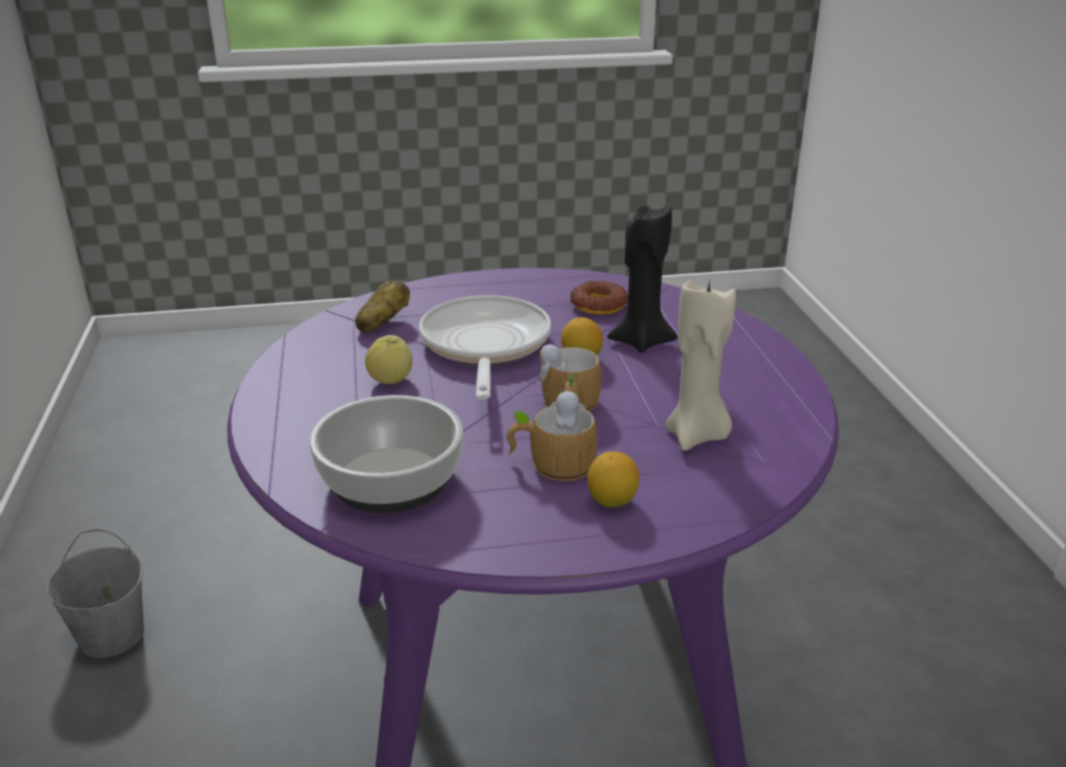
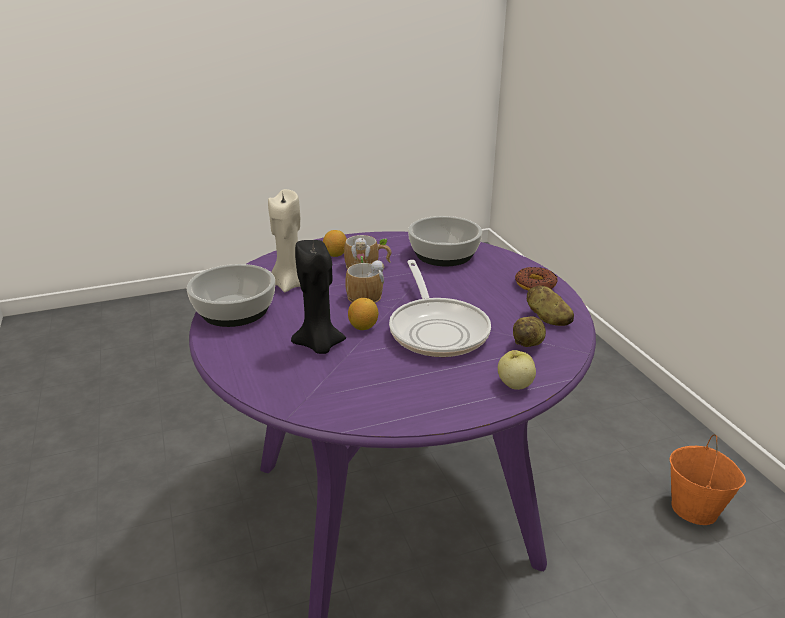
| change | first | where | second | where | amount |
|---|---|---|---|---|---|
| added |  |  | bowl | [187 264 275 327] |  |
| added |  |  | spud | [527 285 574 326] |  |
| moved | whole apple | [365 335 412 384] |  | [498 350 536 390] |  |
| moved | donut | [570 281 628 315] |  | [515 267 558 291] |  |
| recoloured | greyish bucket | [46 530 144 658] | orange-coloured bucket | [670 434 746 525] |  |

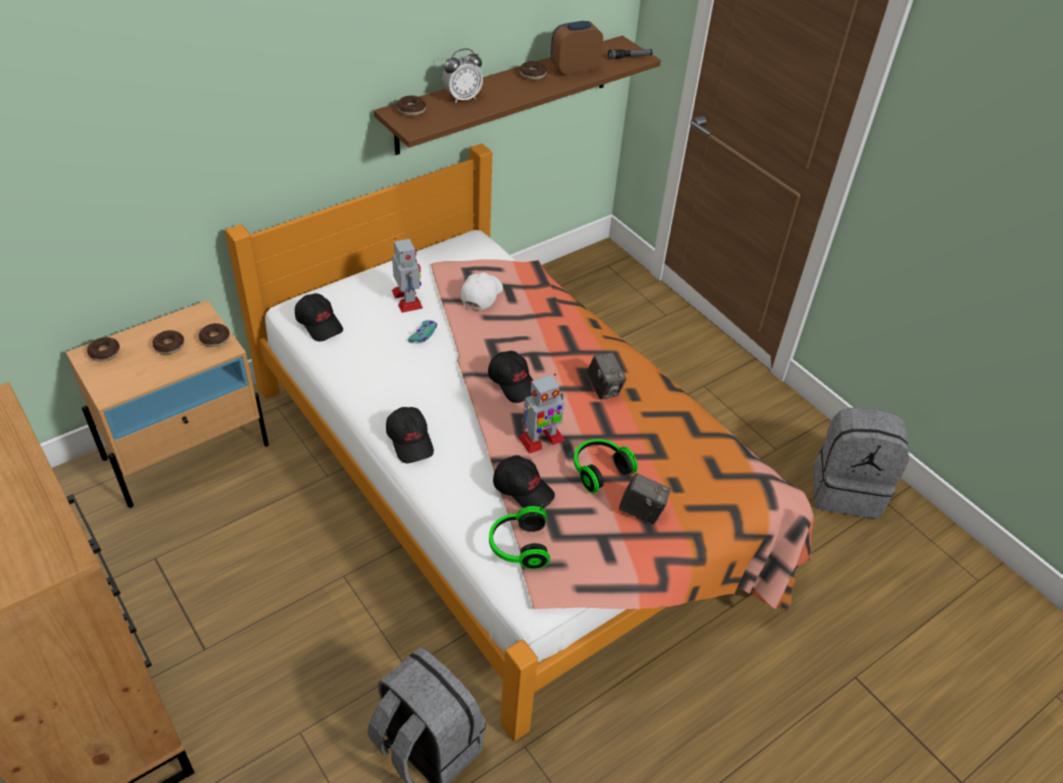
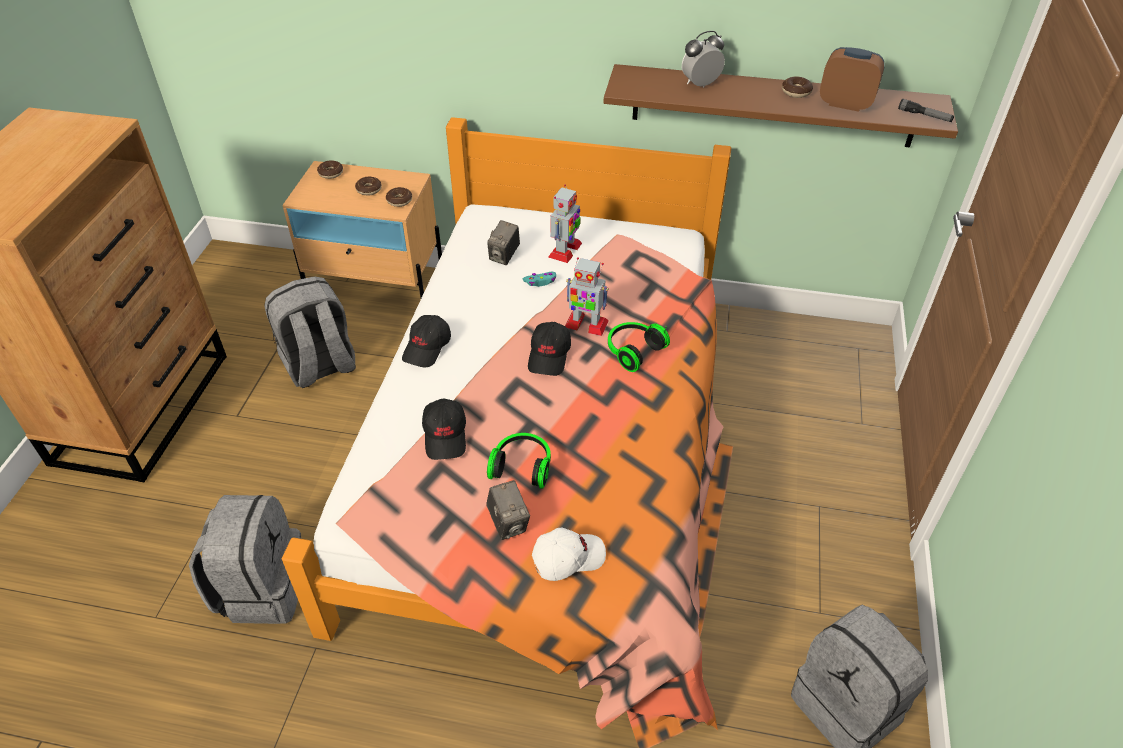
| change | first | where | second | where | amount |
|---|---|---|---|---|---|
| removed | black-coloured peaked cap | [295 293 343 342] |  |  |  |
| removed | donut | [397 96 426 116] |  |  |  |
| added |  |  | greyish backpack | [264 276 356 388] |  |
| moved | white-coloured peaked cap | [461 272 503 310] |  | [532 528 606 581] |  |
| moved | headset | [489 504 550 569] |  | [608 322 670 372] |  |
| moved | toy robot | [518 373 565 454] |  | [565 257 609 336] |  |
| moved | still camera | [586 352 627 400] |  | [487 220 520 265] |  |
| turned | bedside clock | [442 49 483 104] |  | [682 31 725 87] | 135 degrees clockwise |

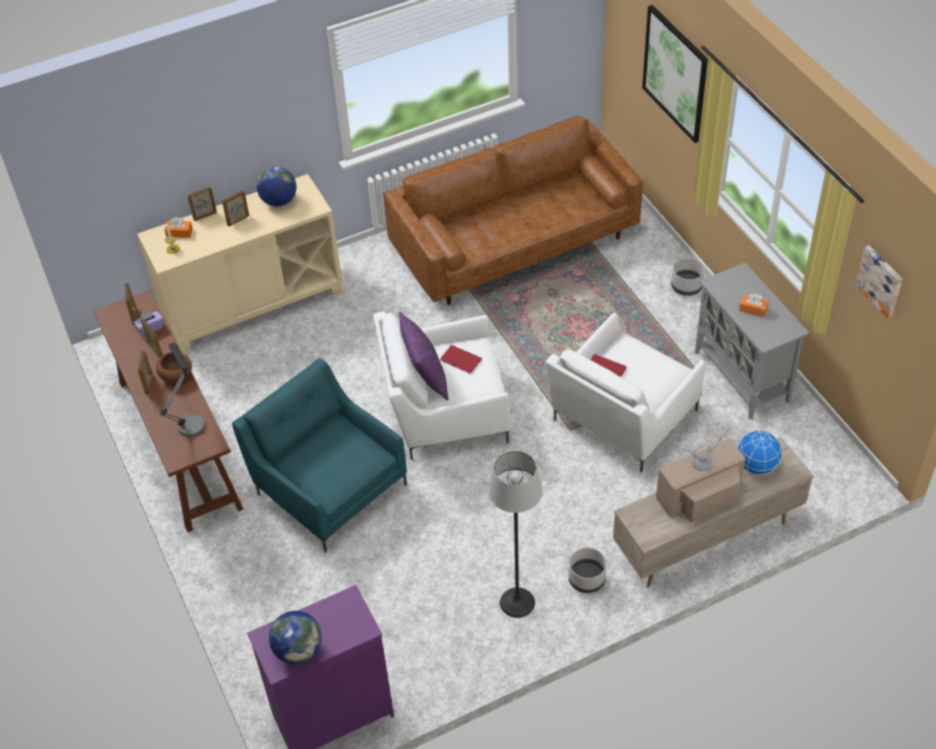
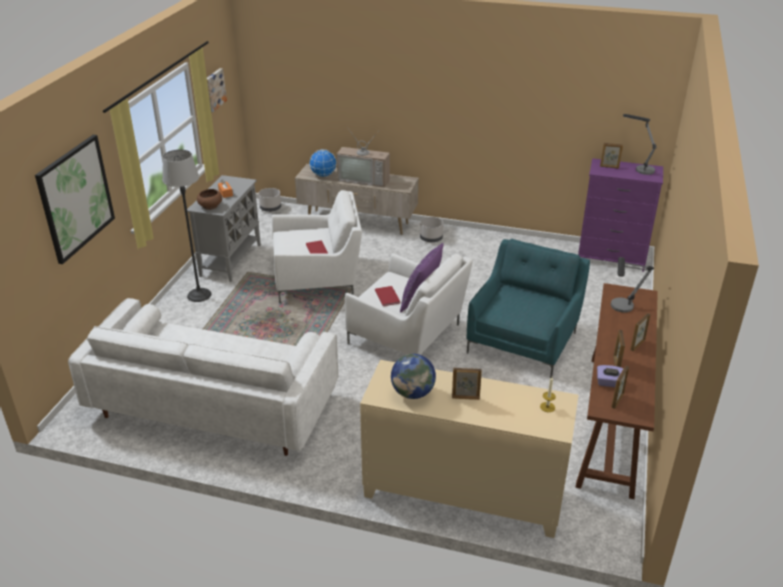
| change | first | where | second | where | amount |
|---|---|---|---|---|---|
| removed | orange-coloured box of tissues | [164 217 193 238] |  |  |  |
| moved | brown-coloured bowl | [156 352 192 382] |  | [197 189 222 210] |  |
| moved | picture frame | [187 187 217 221] |  | [600 143 623 169] |  |
| moved | standing lamp | [488 451 542 618] |  | [162 149 211 302] |  |
| moved | greyish plant pot | [671 258 705 296] |  | [258 188 281 212] |  |
| replaced | world globe | [269 611 322 664] | table lamp | [623 114 657 175] |  |
| recoloured | brown-coloured sofa | [383 116 643 305] | white-coloured sofa | [68 298 338 456] |  |
| turned | blue-green armchair | [232 358 407 553] |  | [467 239 590 378] | 150 degrees counterclockwise |

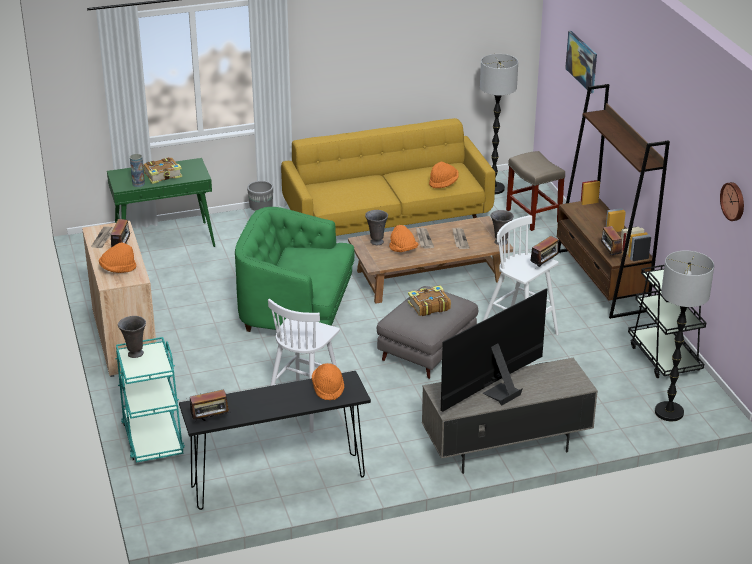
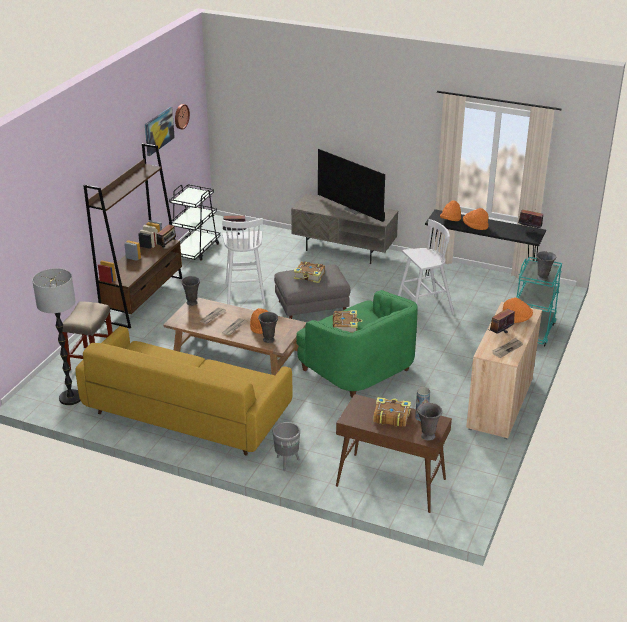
| change | first | where | second | where | amount |
|---|---|---|---|---|---|
| removed | standing lamp | [655 250 714 421] |  |  |  |
| added |  |  | volume | [333 310 363 333] |  |
| added |  |  | greyish vase | [417 403 442 441] |  |
| moved | orange-coloured hat | [429 162 459 188] |  | [463 208 489 230] |  |
| moved | wall picture | [565 31 597 93] |  | [145 107 175 156] |  |
| recoloured | greenish hall table | [107 158 215 247] | brown-coloured hall table | [336 394 452 513] |  |
| turned | TV set | [441 288 547 412] |  | [318 149 385 222] | 45 degrees clockwise |

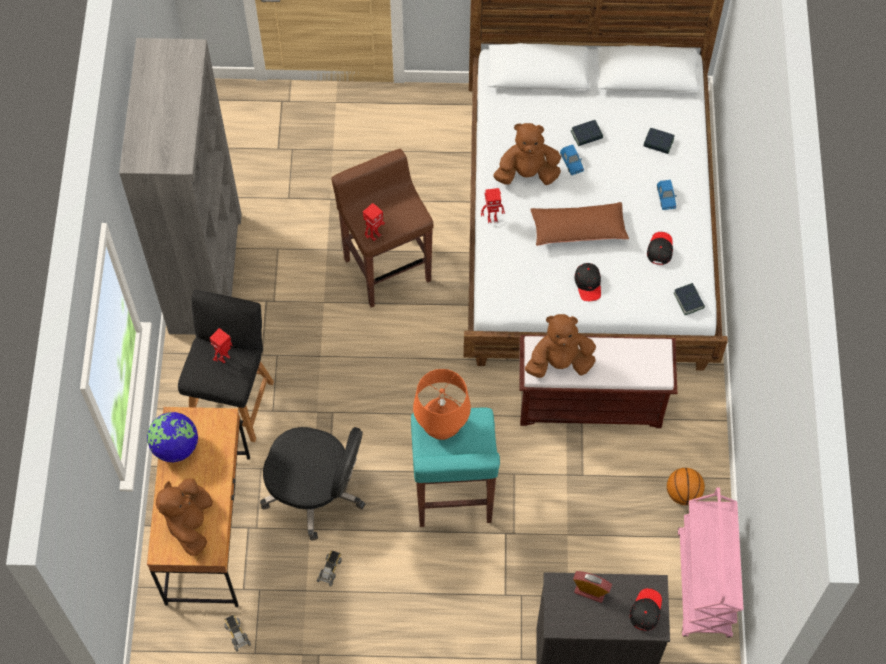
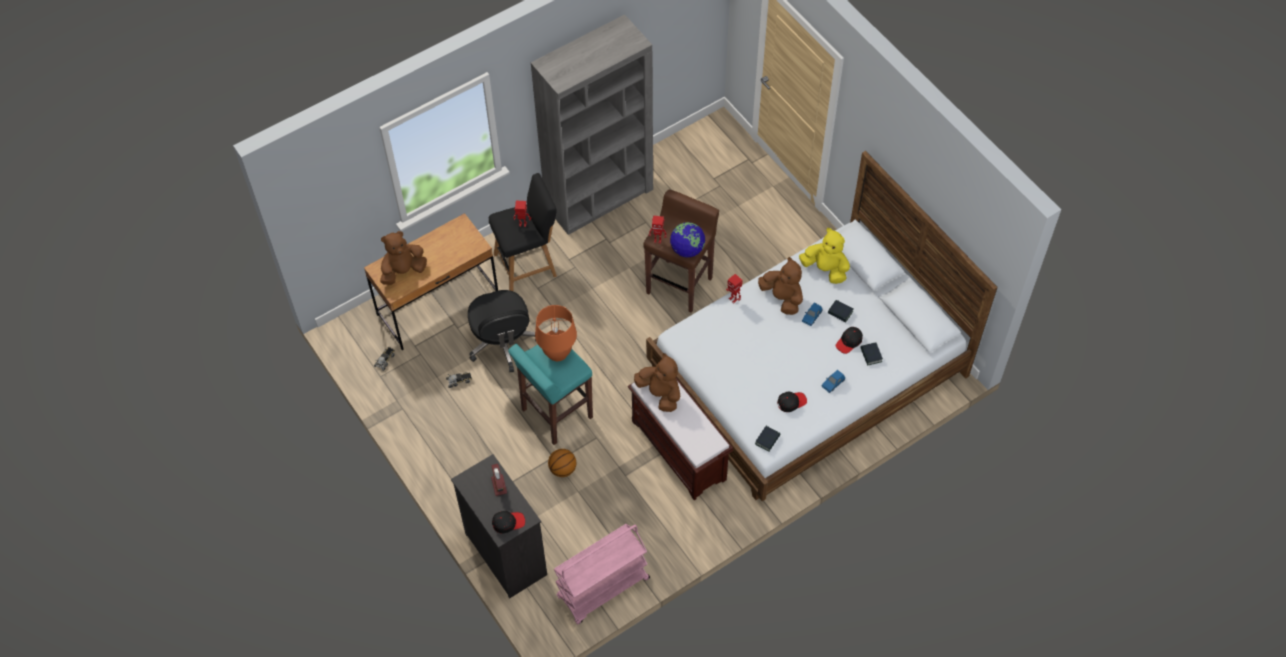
| change | first | where | second | where | amount |
|---|---|---|---|---|---|
| removed | brown-coloured pillow | [530 202 629 246] |  |  |  |
| added |  |  | yellowish cuddly toy | [799 228 850 284] |  |
| moved | world globe | [147 412 198 462] |  | [670 222 705 257] |  |
| moved | black-coloured peaked cap | [574 263 601 301] |  | [836 327 863 354] |  |
| moved | basketball ball | [667 468 705 505] |  | [548 449 577 477] |  |

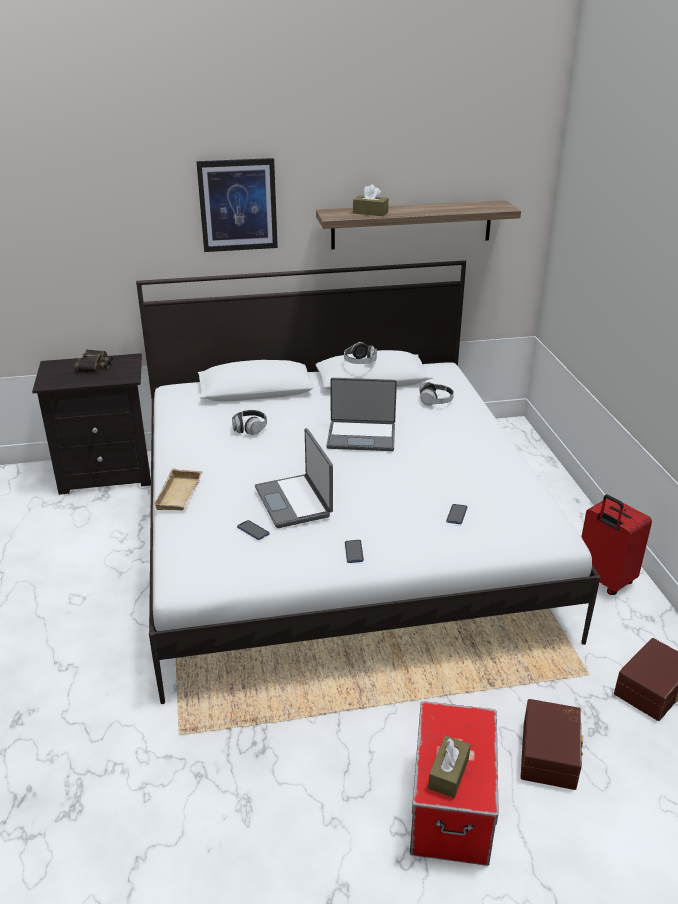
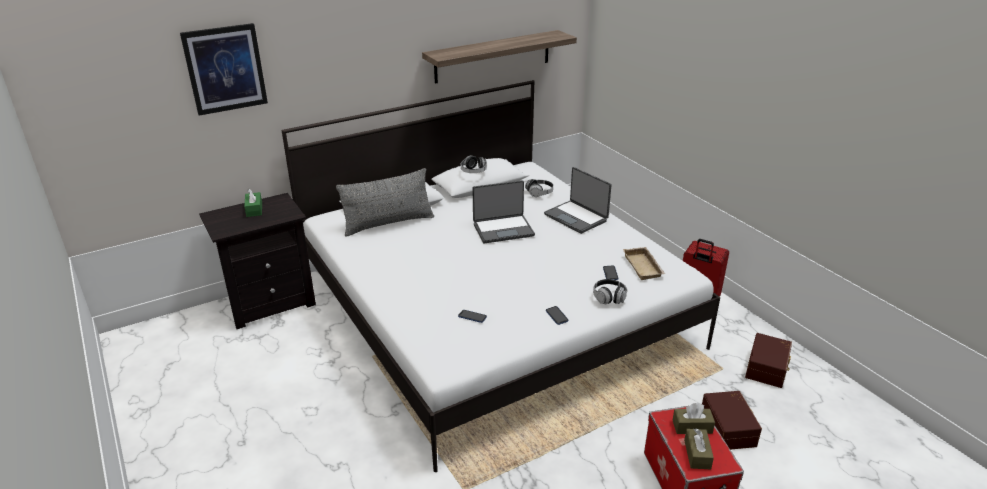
| change | first | where | second | where | amount |
|---|---|---|---|---|---|
| added |  |  | greyish pillow | [336 168 434 237] |  |
| moved | beige-coloured serving tray | [153 468 203 510] |  | [623 247 665 280] |  |
| moved | wall picture | [196 158 278 252] |  | [180 23 268 116] |  |
| moved | headset | [232 410 267 435] |  | [593 279 627 304] |  |
| moved | notebook computer | [255 428 333 528] |  | [544 167 612 234] |  |
| moved | brown-coloured box of tissues | [353 184 389 216] |  | [673 403 715 434] |  |
| replaced | pair of binoculars | [75 349 113 372] | greenish box of tissues | [244 189 262 217] |  |

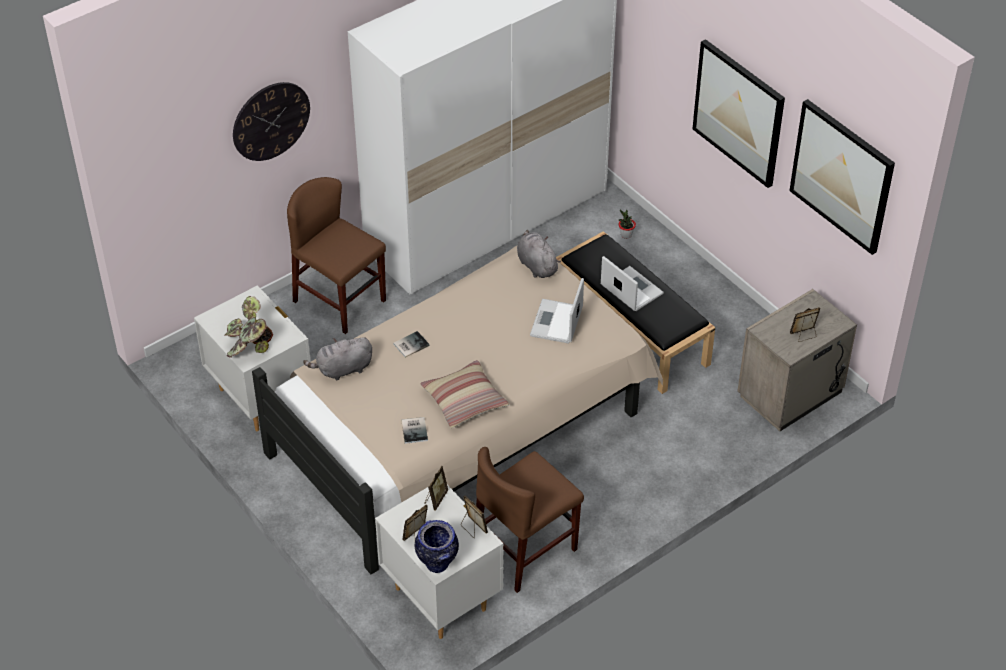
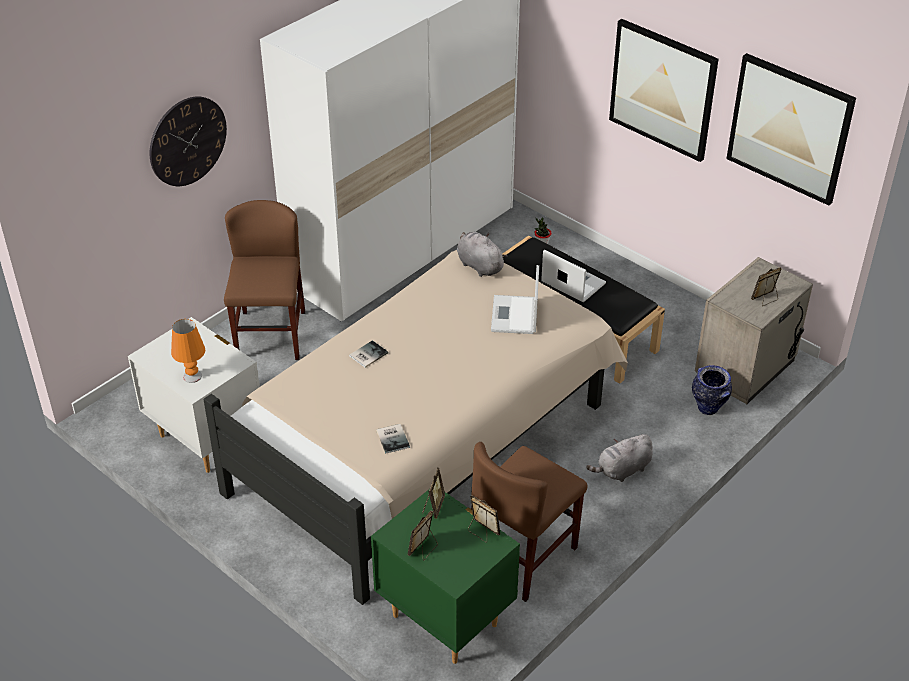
| change | first | where | second | where | amount |
|---|---|---|---|---|---|
| removed | pillow | [420 360 509 428] |  |  |  |
| moved | greyish cuddly toy | [303 337 372 380] |  | [586 434 653 482] |  |
| moved | vase | [415 520 459 573] |  | [692 365 732 415] |  |
| replaced | houseplant | [224 296 273 358] | orange-coloured table lamp | [171 319 205 383] |  |
| recoloured | white-coloured nightstand | [375 485 504 639] | greenish nightstand | [371 489 520 664] |  |
| turned | brown-coloured upright chair | [287 177 386 334] |  | [224 200 305 360] | 60 degrees clockwise |

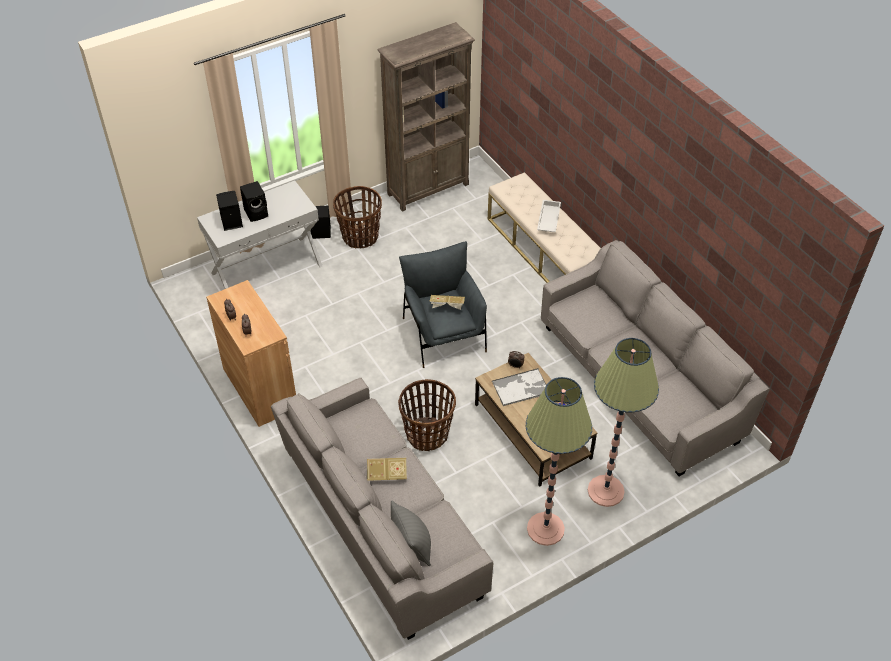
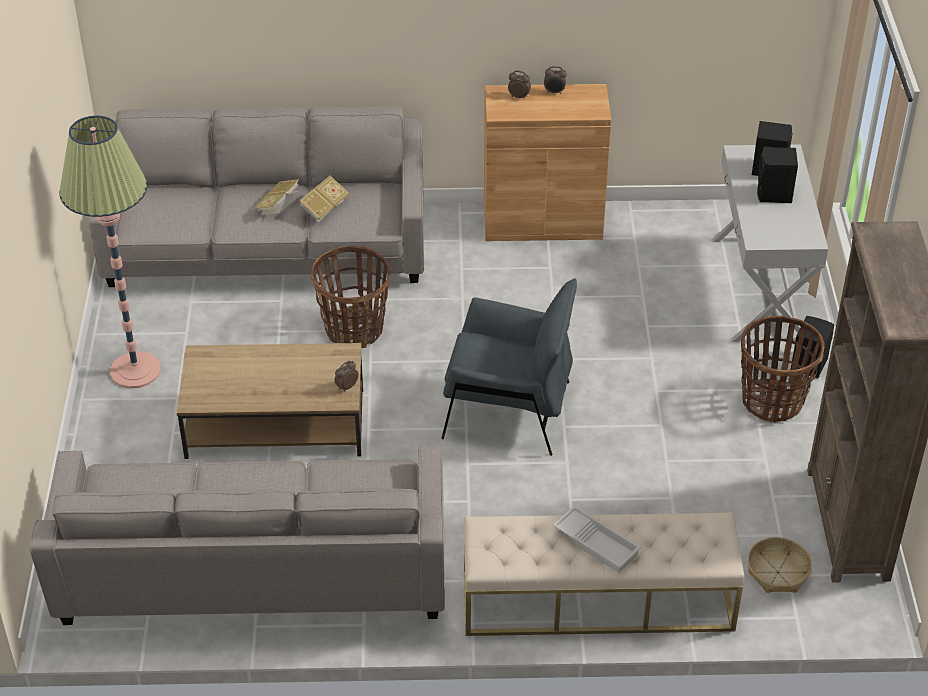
| change | first | where | second | where | amount |
|---|---|---|---|---|---|
| removed | greyish pillow | [391 501 431 566] |  |  |  |
| removed | serving tray | [492 368 546 406] |  |  |  |
| removed | standing lamp | [588 338 659 507] |  |  |  |
| added |  |  | storage basket | [748 537 812 593] |  |
| moved | volume | [429 295 465 310] |  | [299 176 350 222] |  |

